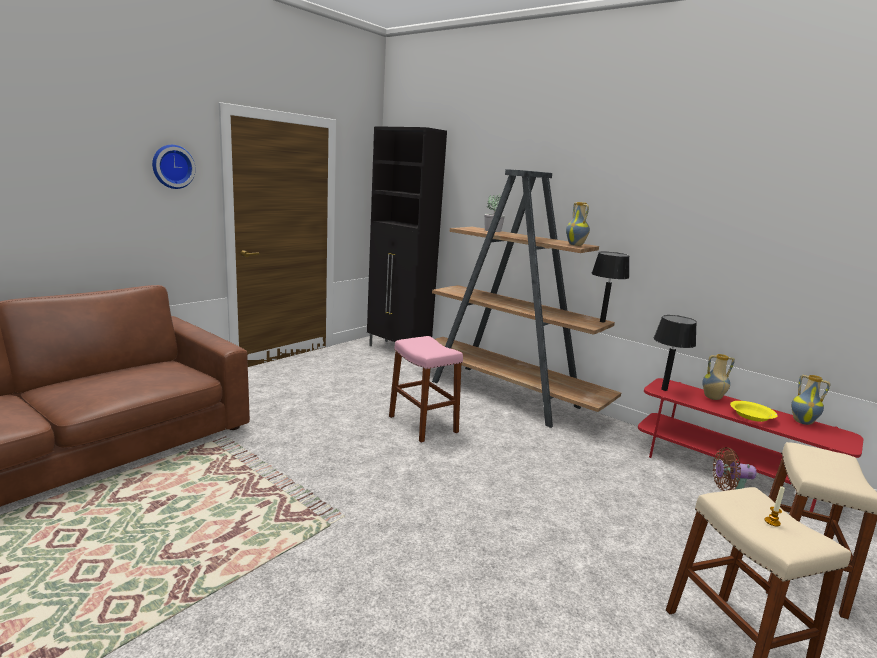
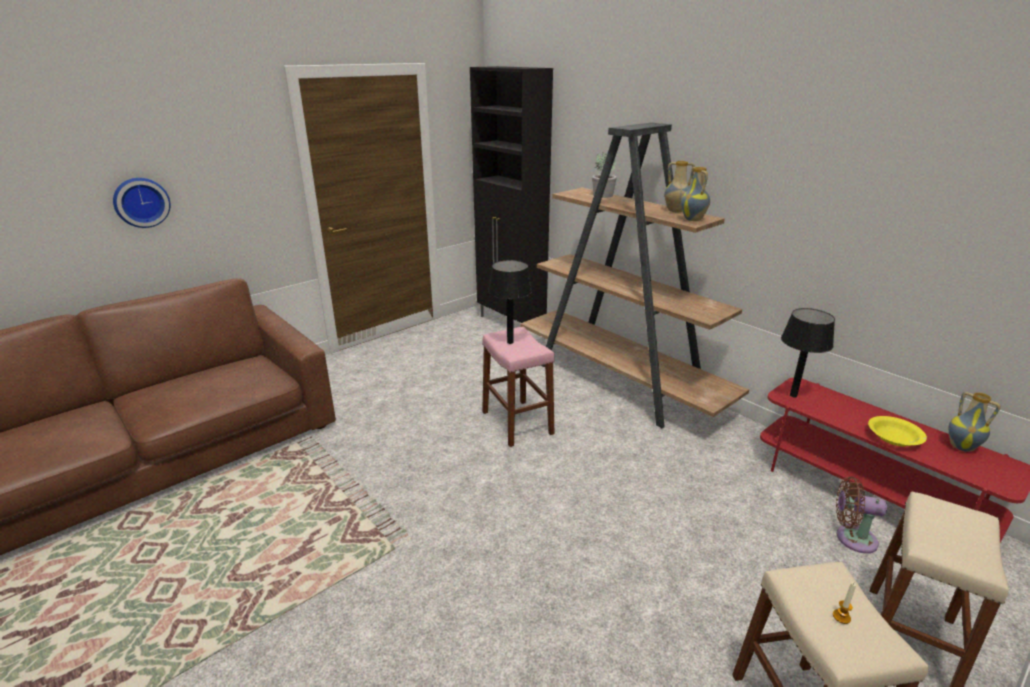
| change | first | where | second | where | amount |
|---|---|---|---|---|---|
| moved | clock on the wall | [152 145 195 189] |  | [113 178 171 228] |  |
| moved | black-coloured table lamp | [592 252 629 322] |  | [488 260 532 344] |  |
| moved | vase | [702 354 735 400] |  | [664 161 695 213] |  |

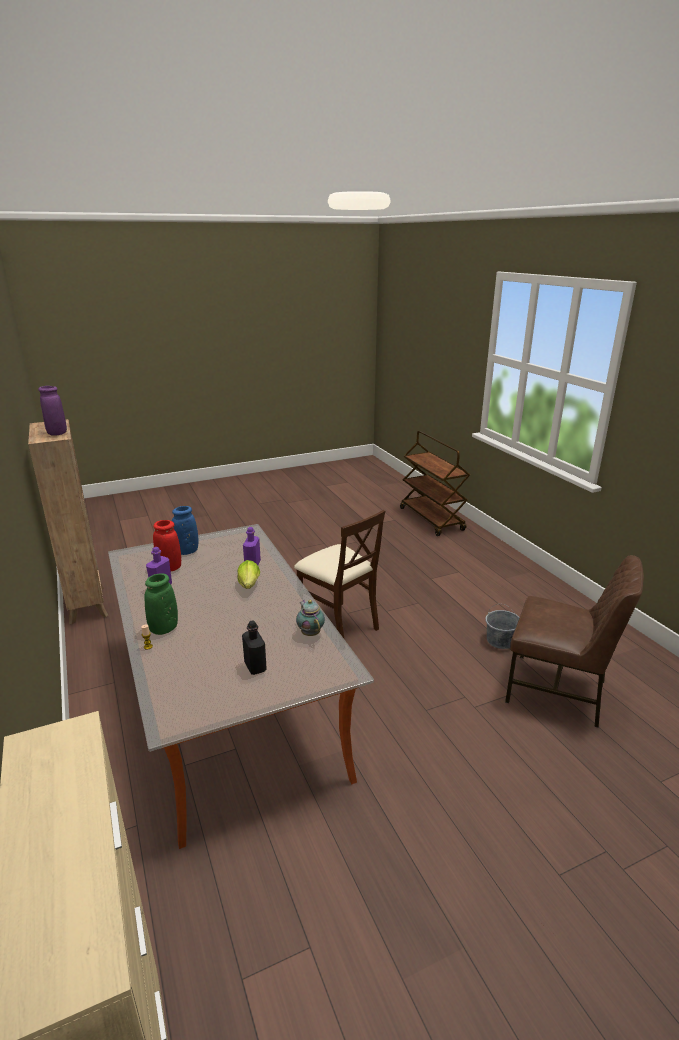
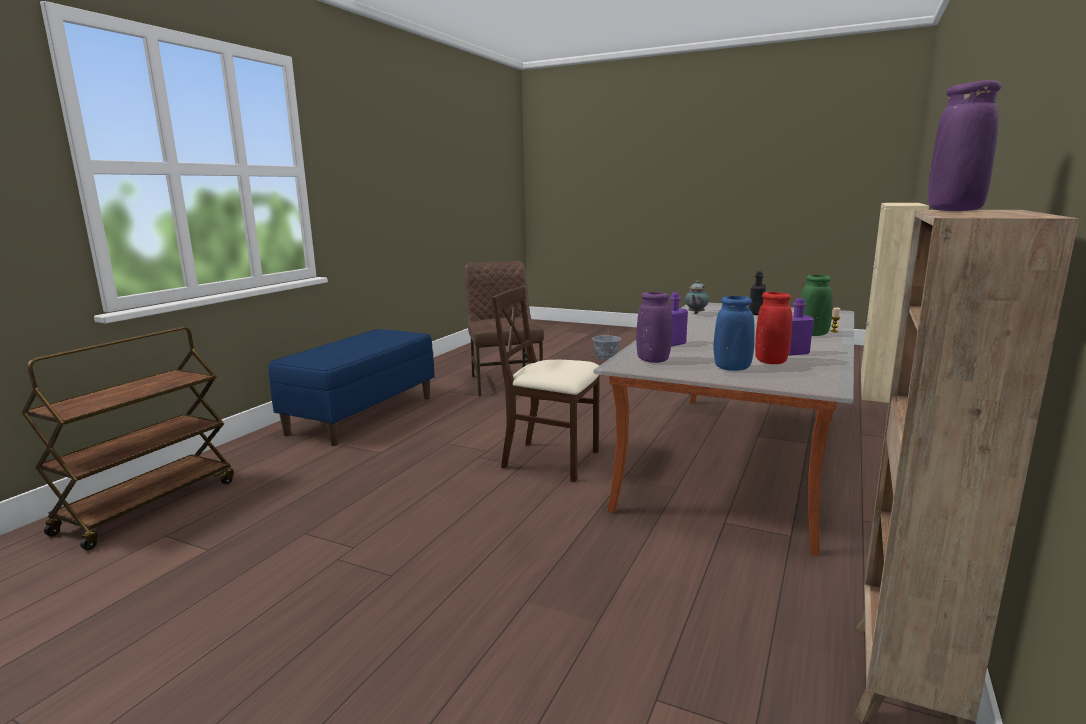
| change | first | where | second | where | amount |
|---|---|---|---|---|---|
| removed | lettuce | [238 560 260 589] |  |  |  |
| added |  |  | bluish indoor bench | [268 329 435 446] |  |
| added |  |  | purplish vase | [636 292 672 363] |  |
| moved | greyish bucket | [485 604 520 649] |  | [592 324 621 360] |  |
| turned | beige-coloured upright chair | [294 510 385 640] |  | [492 286 600 482] | 75 degrees counterclockwise |

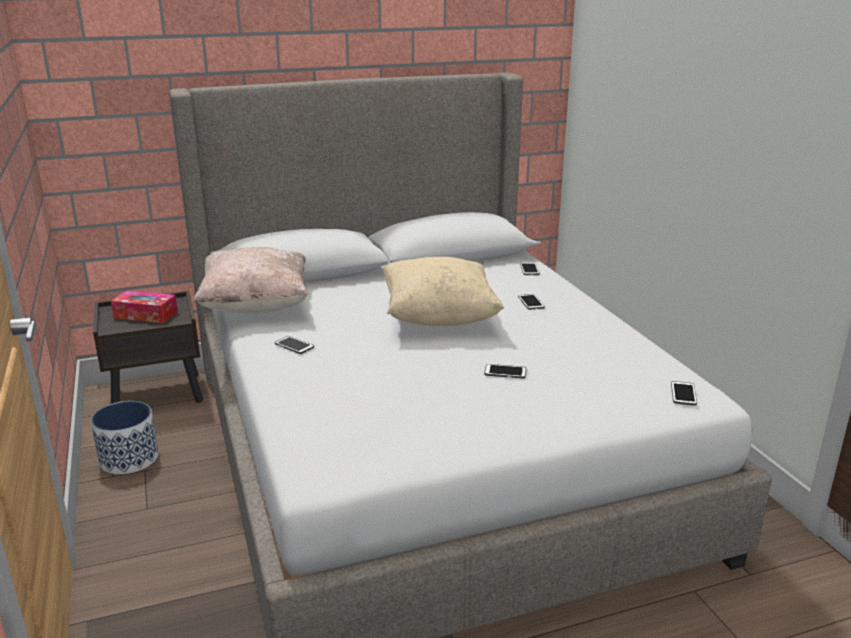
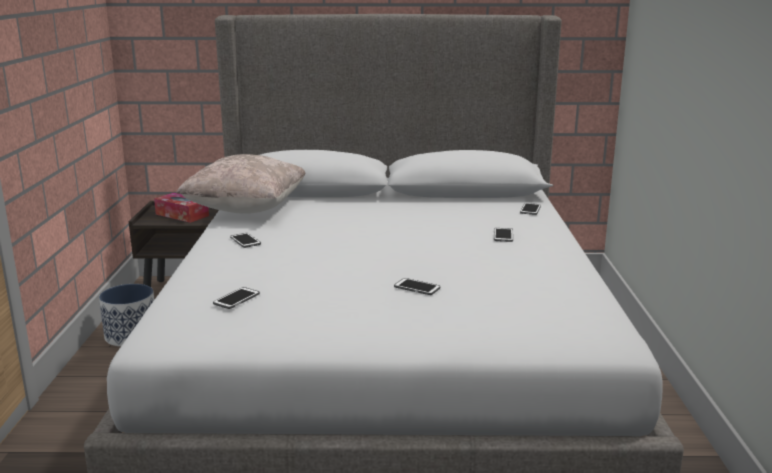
| change | first | where | second | where | amount |
|---|---|---|---|---|---|
| removed | beige-coloured pillow | [383 257 504 326] |  |  |  |
| moved | handset | [671 381 697 406] |  | [213 287 260 309] |  |

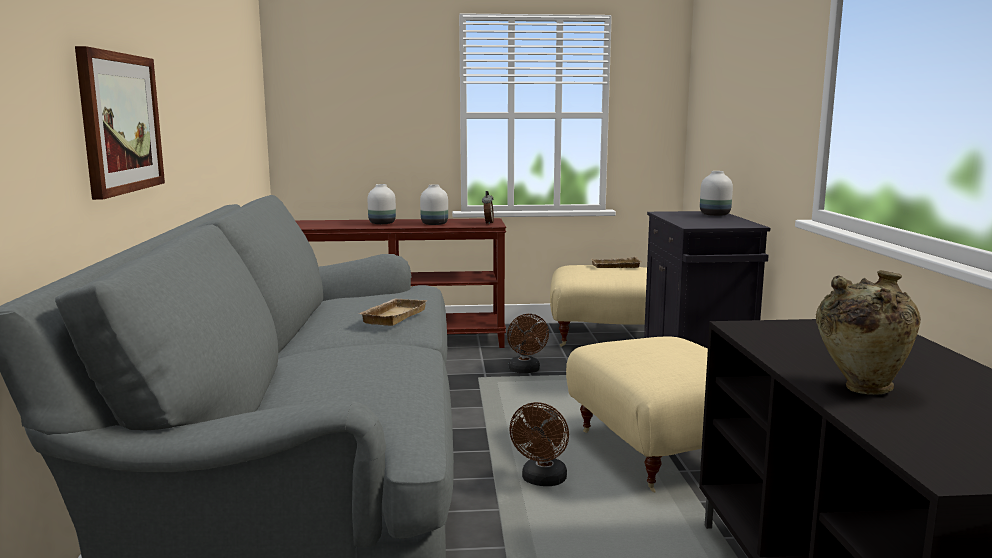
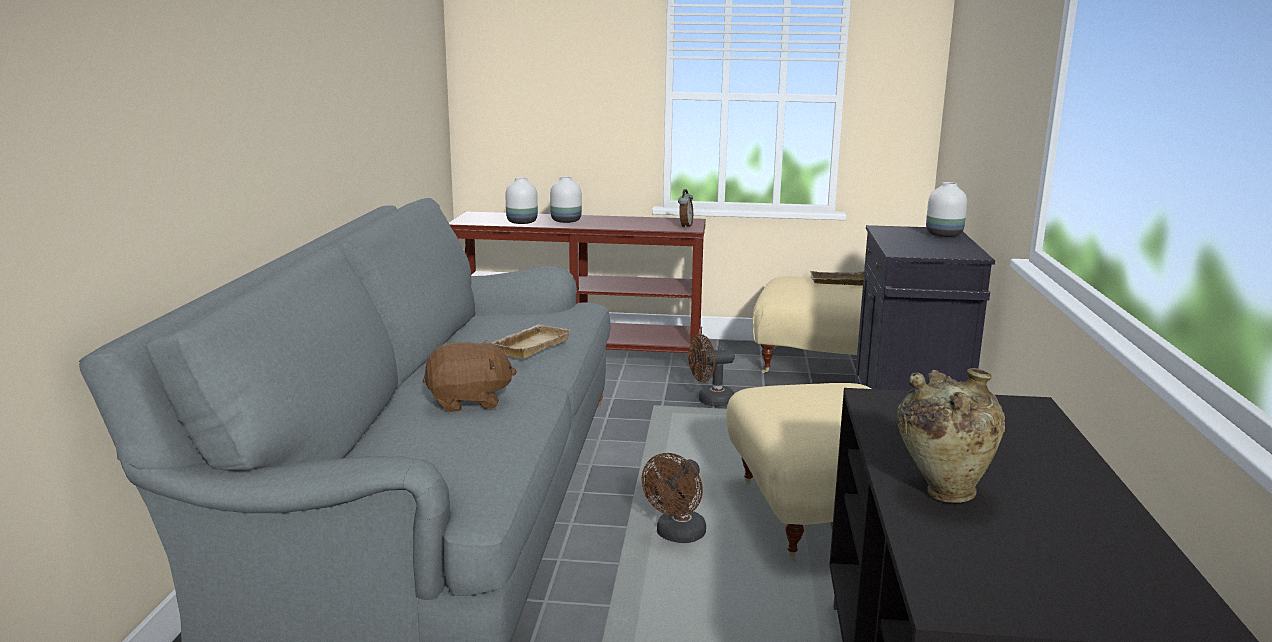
| change | first | where | second | where | amount |
|---|---|---|---|---|---|
| removed | wall picture | [75 46 165 200] |  |  |  |
| added |  |  | brown-coloured cuddly toy | [423 340 517 412] |  |
| moved | white-coloured vase | [420 184 448 225] |  | [506 177 538 224] |  |
| turned | brown-coloured fan | [507 314 549 373] |  | [688 334 735 407] | 75 degrees clockwise |

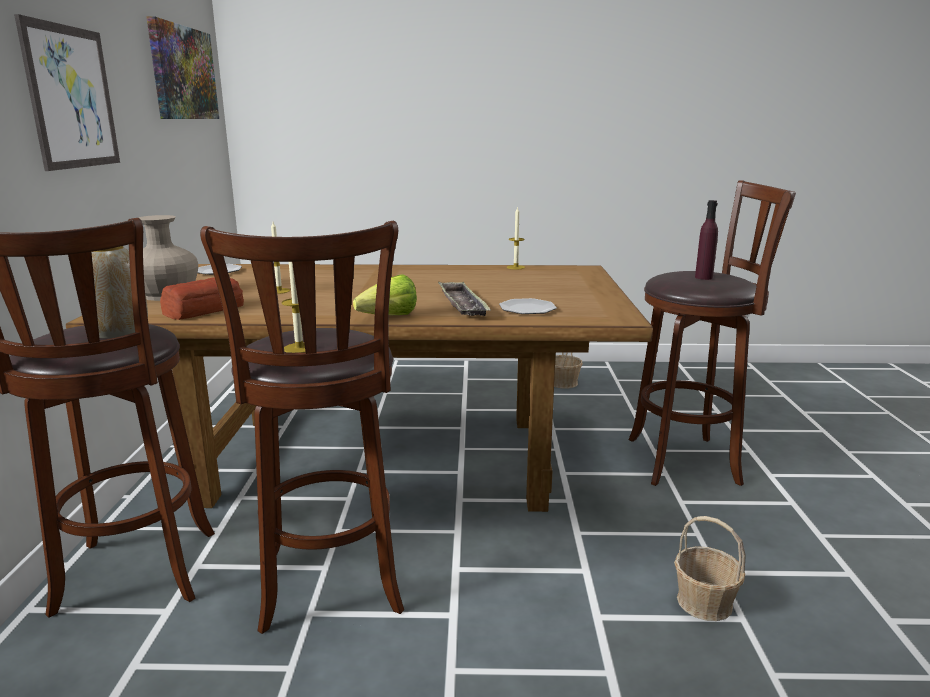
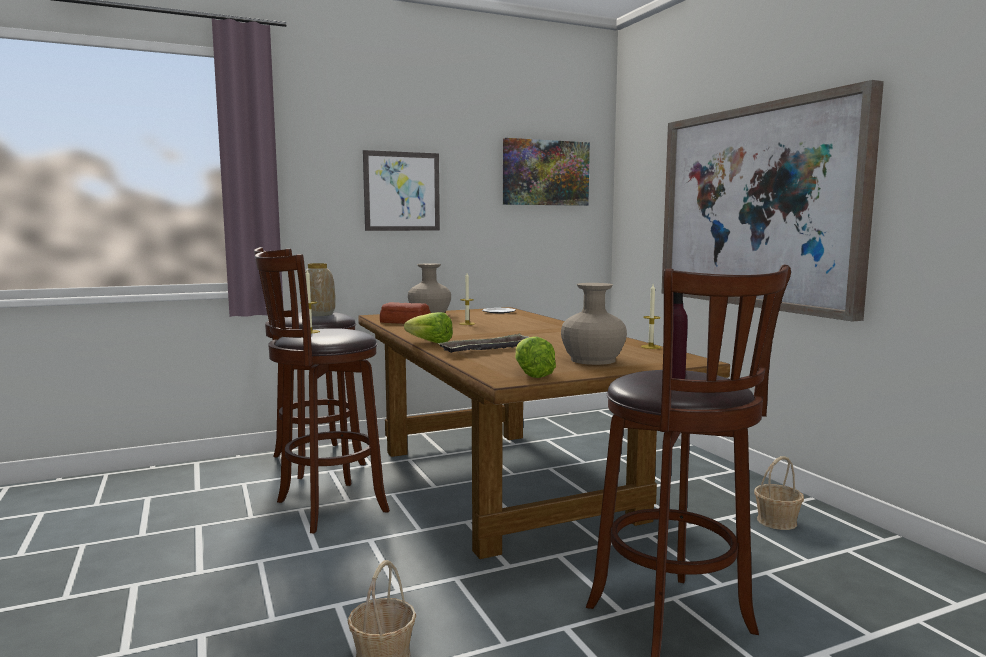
| change | first | where | second | where | amount |
|---|---|---|---|---|---|
| removed | flat dish | [499 298 557 314] |  |  |  |
| added |  |  | lettuce | [515 336 556 378] |  |
| added |  |  | beige-coloured vase | [561 283 627 365] |  |
| added |  |  | wall picture | [662 80 884 322] |  |

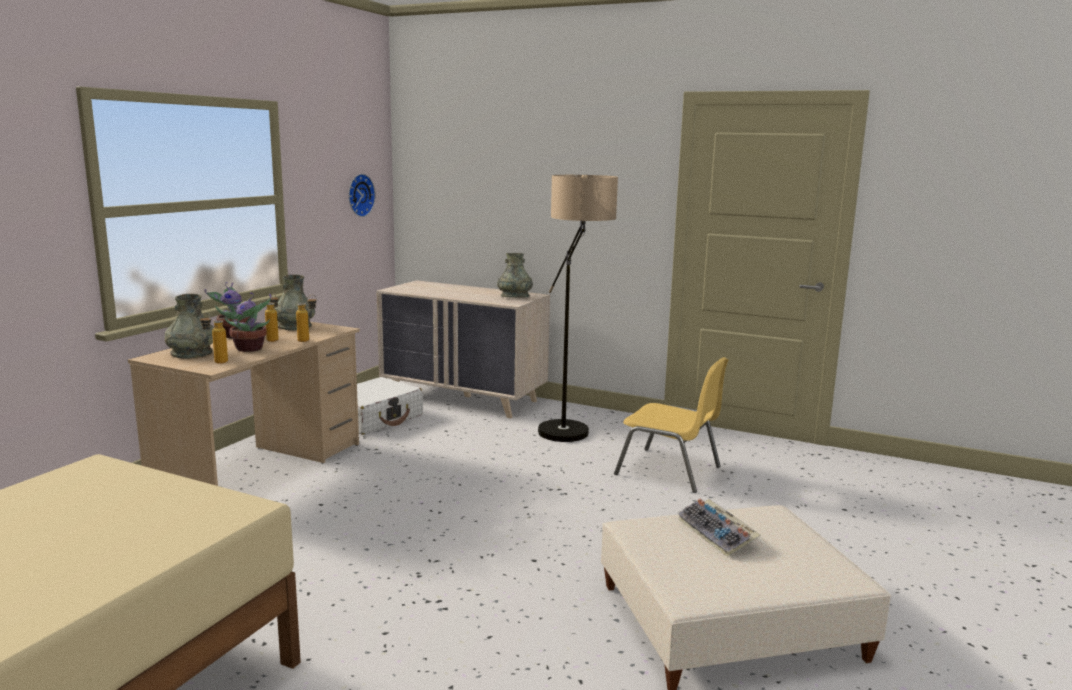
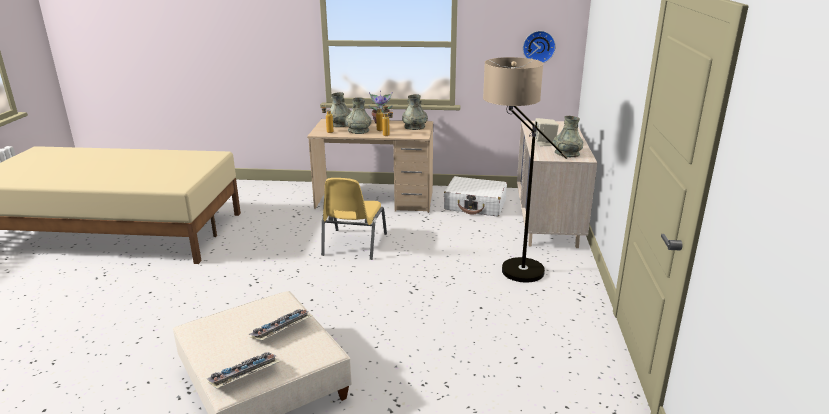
| change | first | where | second | where | amount |
|---|---|---|---|---|---|
| added |  |  | computer keyboard | [207 352 281 389] |  |
| added |  |  | beige-coloured loudspeaker | [534 118 559 146] |  |
| moved | yellowish upright chair | [614 357 729 493] |  | [321 178 387 260] |  |
| replaced | houseplant | [224 293 271 352] | greyish vase | [345 98 372 134] |  |

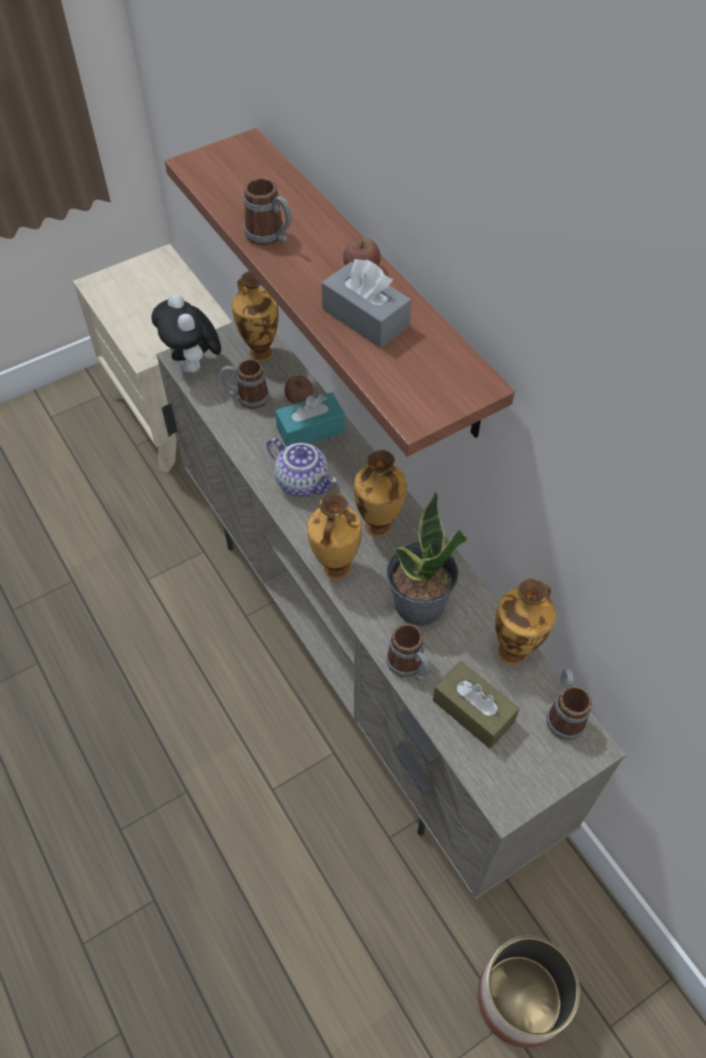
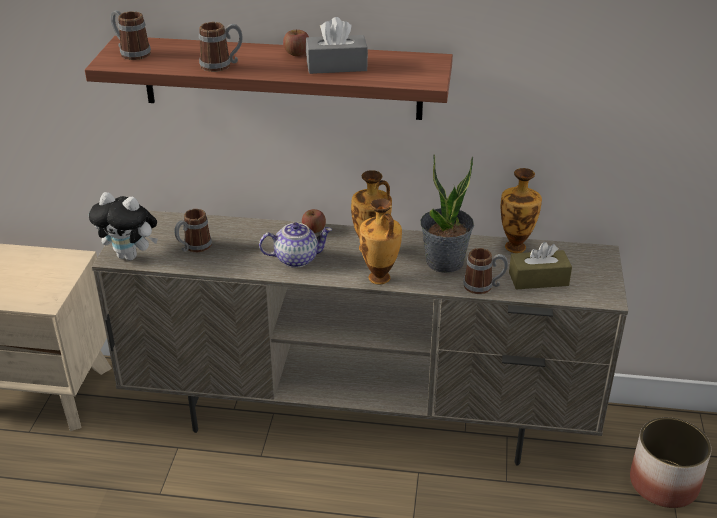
| change | first | where | second | where | amount |
|---|---|---|---|---|---|
| removed | vase | [232 271 279 362] |  |  |  |
| removed | blue-green box of tissues | [275 392 345 447] |  |  |  |
| moved | whole apple | [284 376 313 404] |  | [302 209 326 233] |  |
| moved | coffee mug | [546 669 592 740] |  | [110 10 151 60] |  |

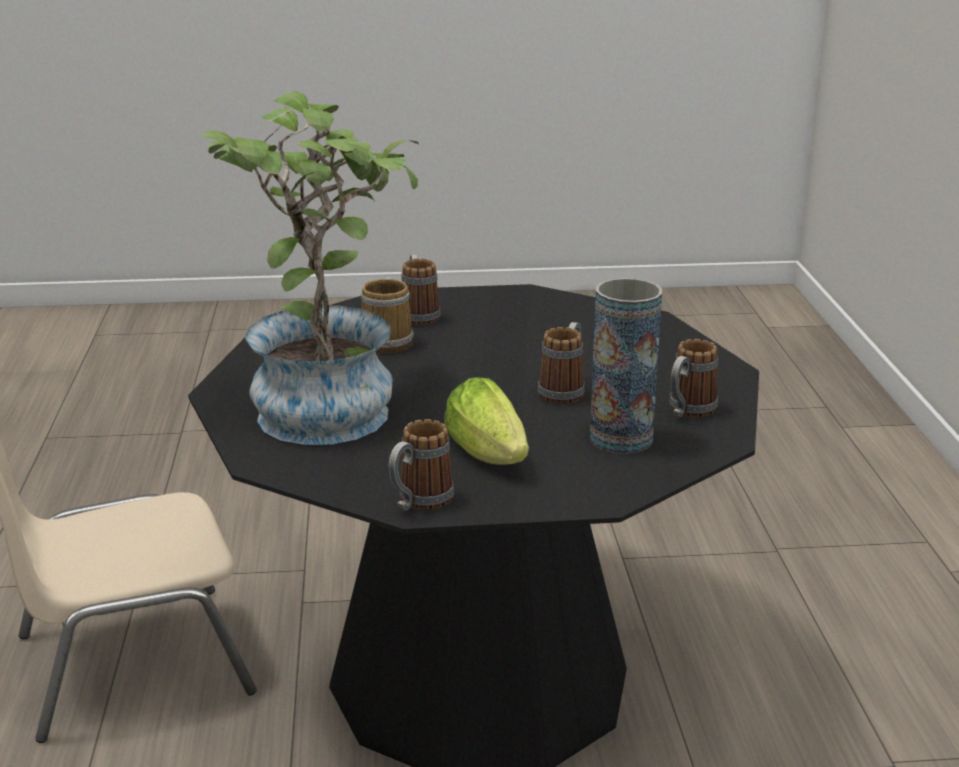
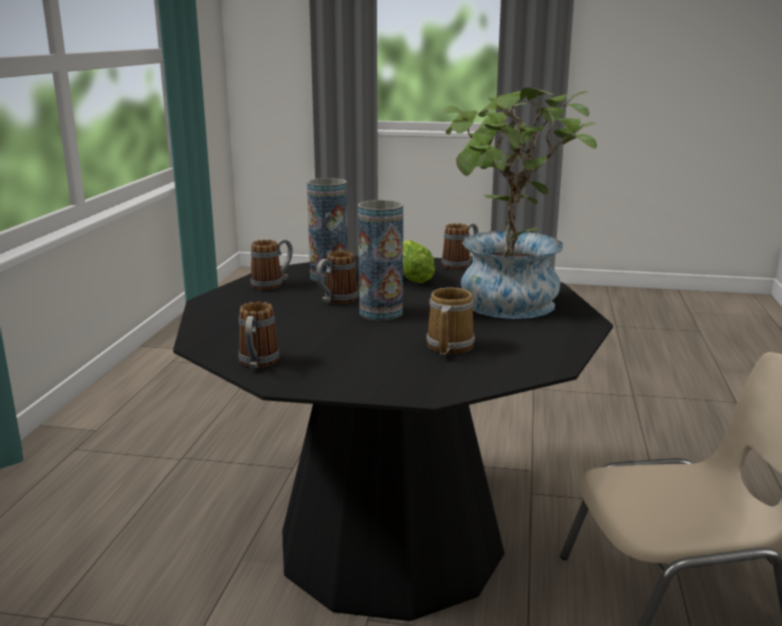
| change | first | where | second | where | amount |
|---|---|---|---|---|---|
| added |  |  | vase | [358 200 403 320] |  |
| moved | coffee mug | [401 254 441 326] |  | [239 301 279 368] |  |

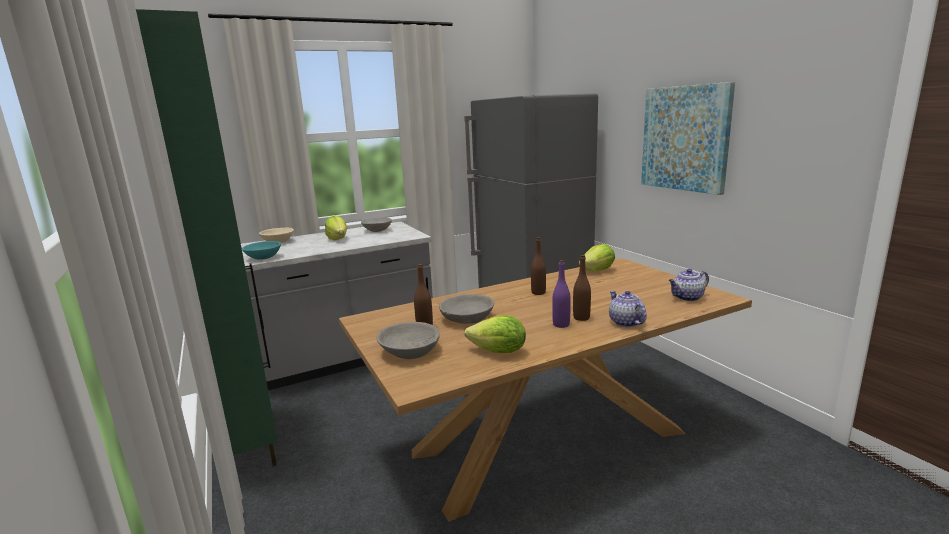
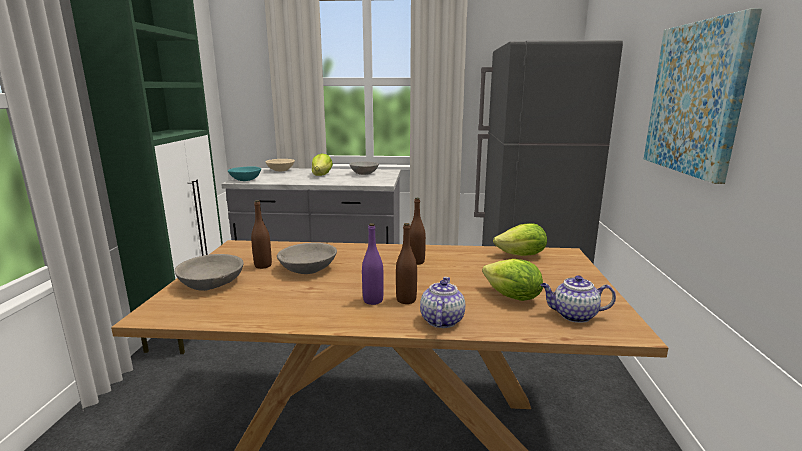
| change | first | where | second | where | amount |
|---|---|---|---|---|---|
| moved | lettuce | [465 315 526 353] |  | [482 259 543 301] |  |

